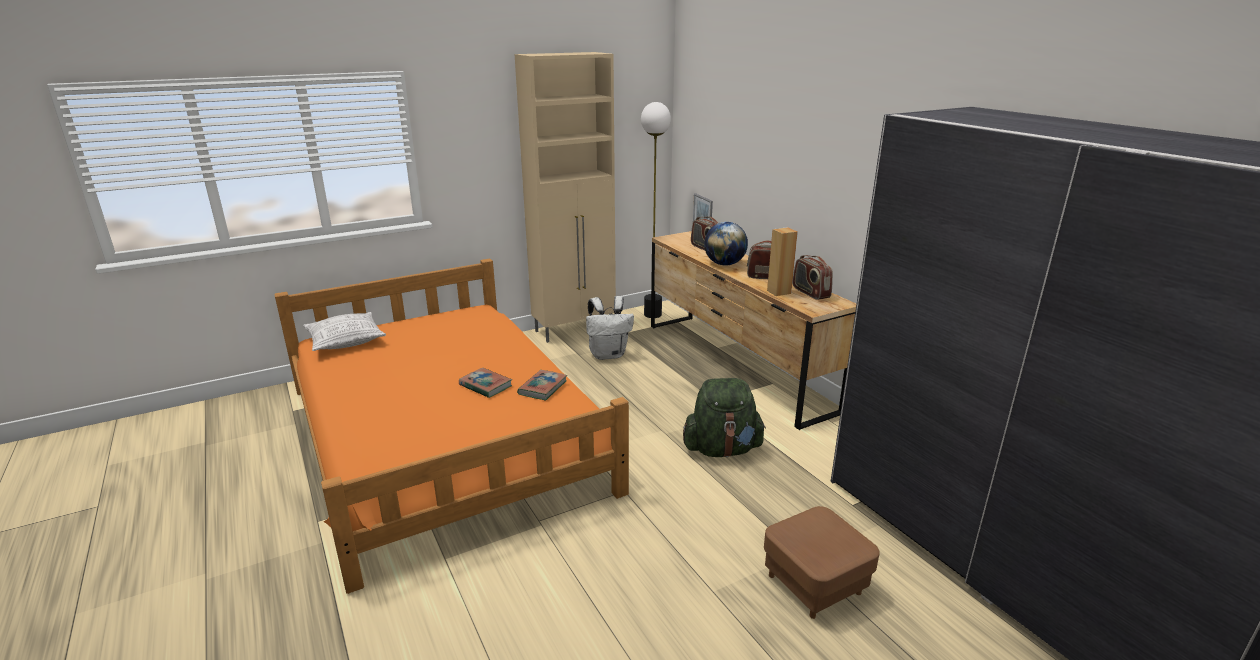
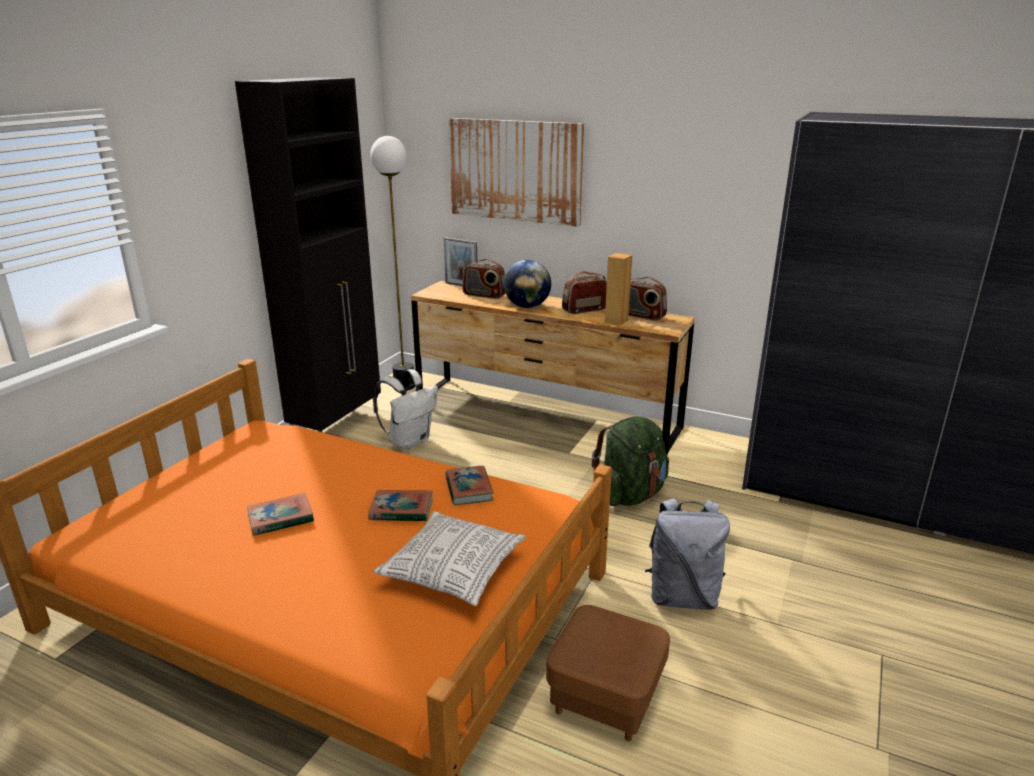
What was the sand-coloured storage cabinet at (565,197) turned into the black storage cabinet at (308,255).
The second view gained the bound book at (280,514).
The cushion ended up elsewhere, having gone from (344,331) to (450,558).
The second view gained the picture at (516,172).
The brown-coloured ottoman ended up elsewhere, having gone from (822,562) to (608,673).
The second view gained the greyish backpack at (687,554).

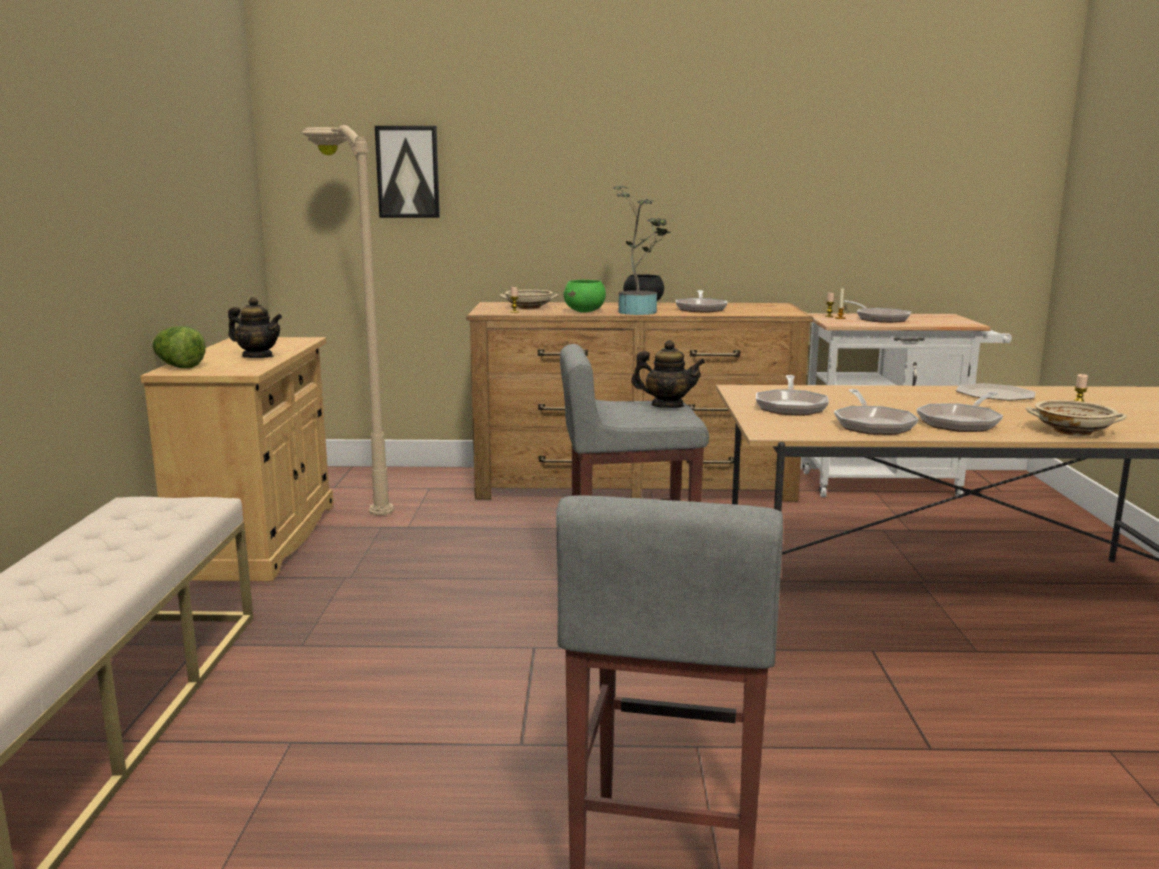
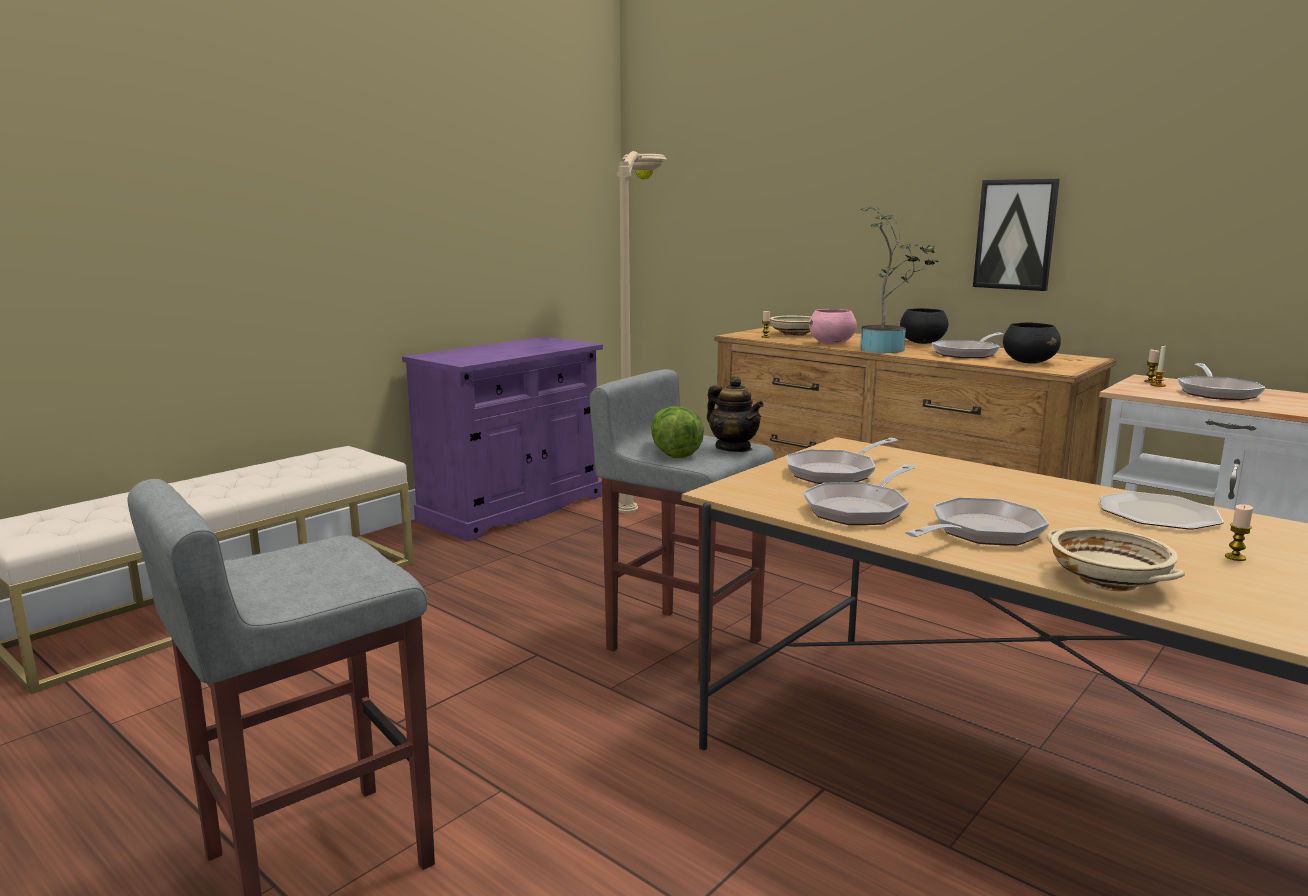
What was the sand-coloured storage cabinet at (237,459) turned into the purple storage cabinet at (502,438).
The lettuce head ended up elsewhere, having gone from (179,347) to (677,432).
What was the greenish deep dish at (585,296) turned into the pink deep dish at (833,326).
The frying pan at (960,412) ended up facing another way, 150 degrees clockwise from before.
The picture ended up elsewhere, having gone from (407,172) to (1016,235).
The second view gained the black deep dish at (1032,343).
The second view lost the tea pot at (255,327).

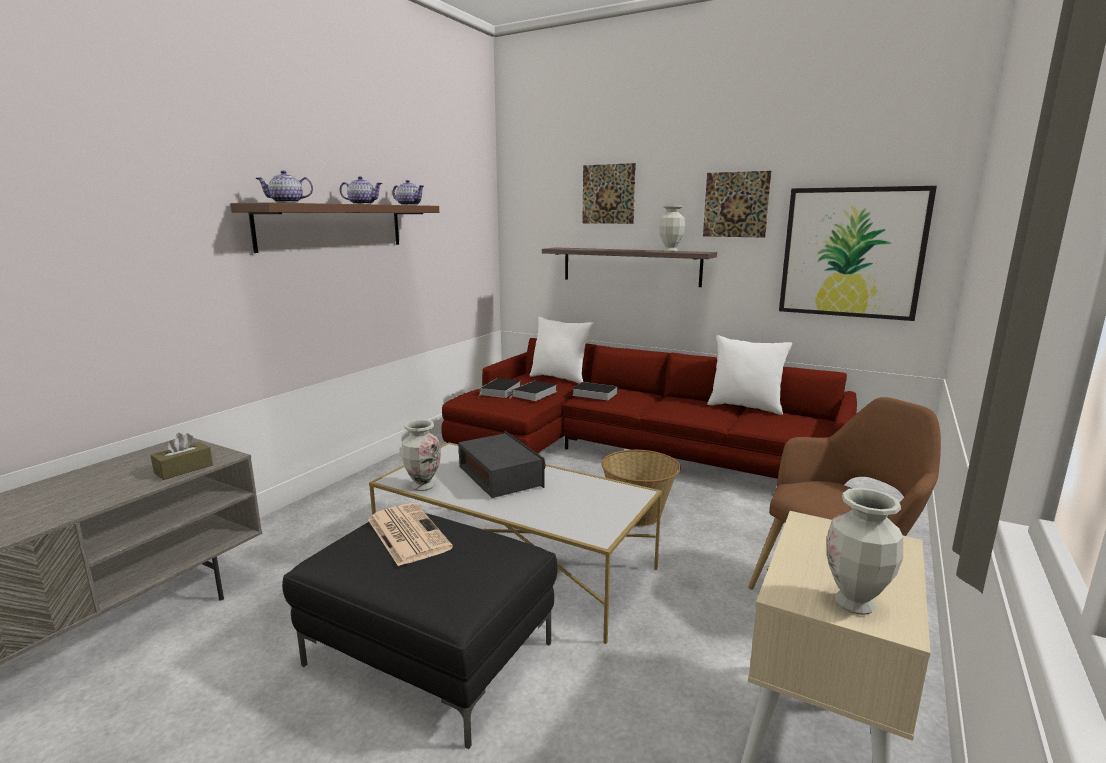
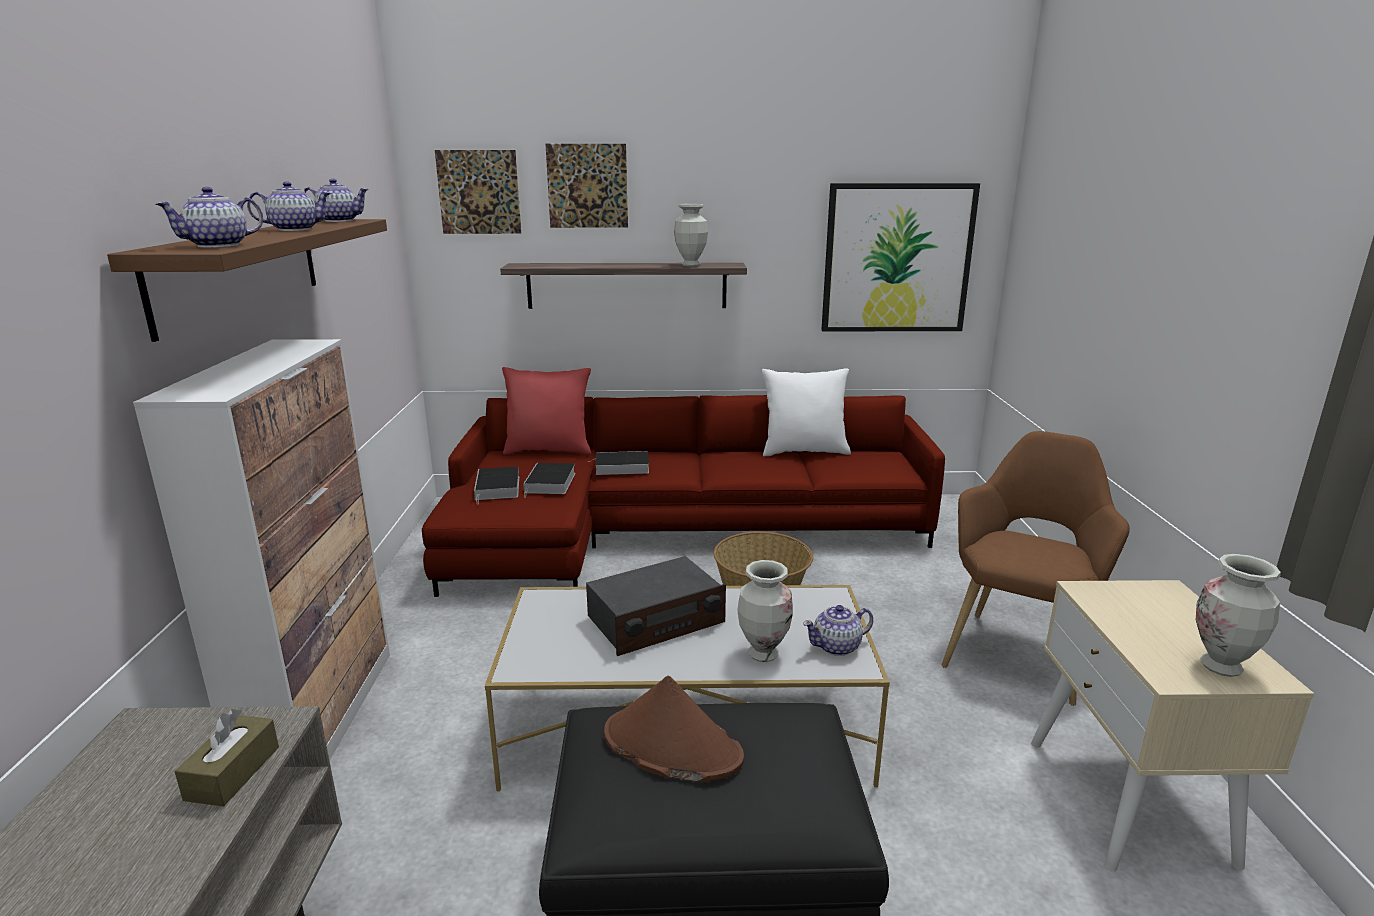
The second view gained the storage cabinet at (261,550).
The picture ended up elsewhere, having gone from (737,204) to (478,192).
What was the white-coloured cushion at (561,350) turned into the reddish cushion at (546,411).
The radio at (502,464) ended up facing another way, 120 degrees clockwise from before.
Where the newspaper stood at (410,535), the brown-coloured hat came to stand at (674,729).
The flower vase ended up elsewhere, having gone from (421,455) to (765,611).
The second view gained the tea pot at (838,630).

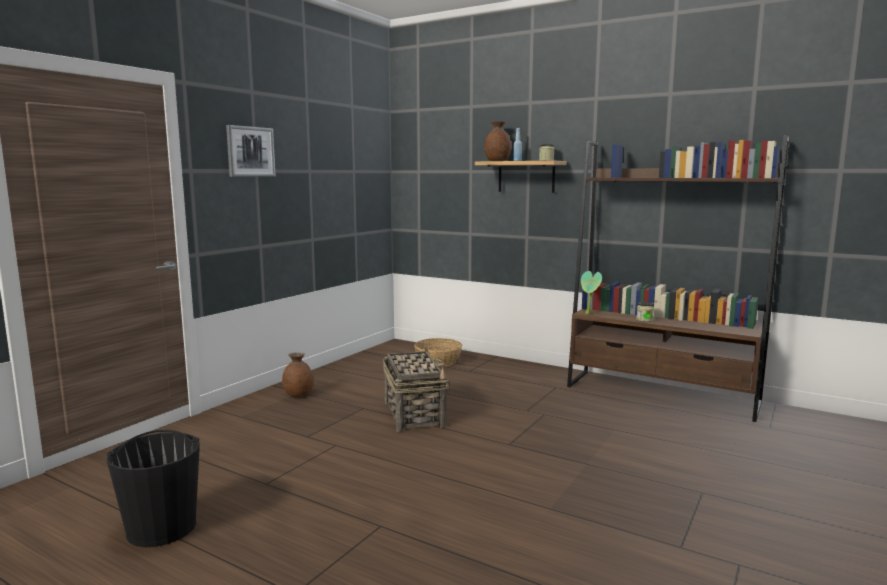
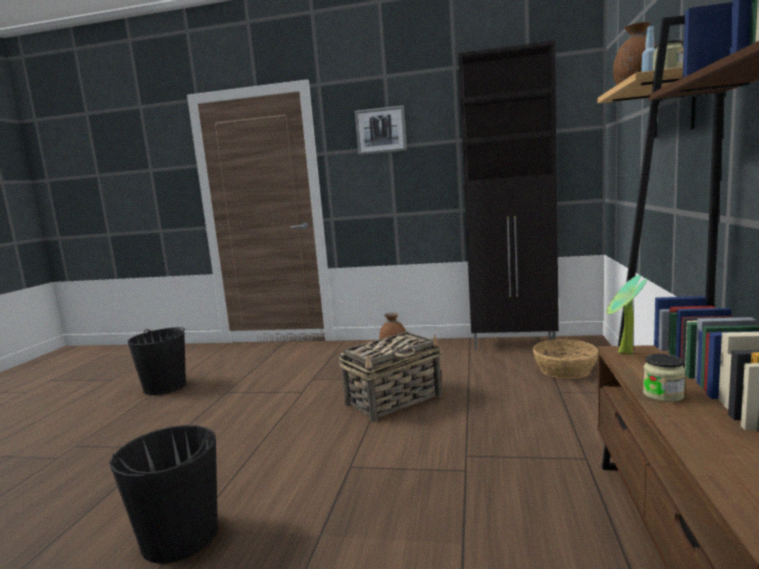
The second view gained the black bucket at (163,494).
The second view gained the black storage cabinet at (508,195).

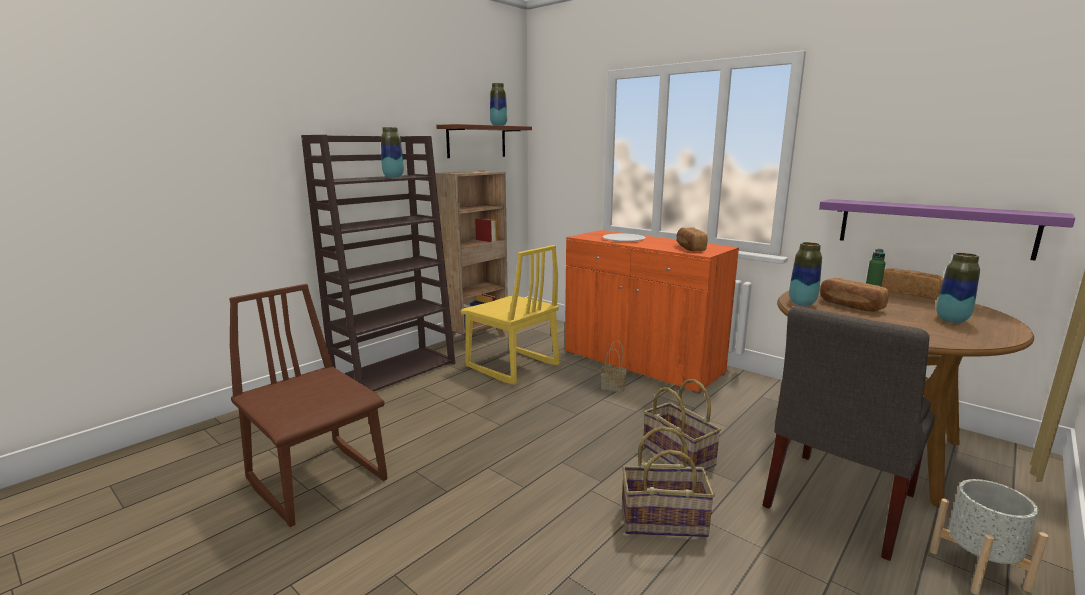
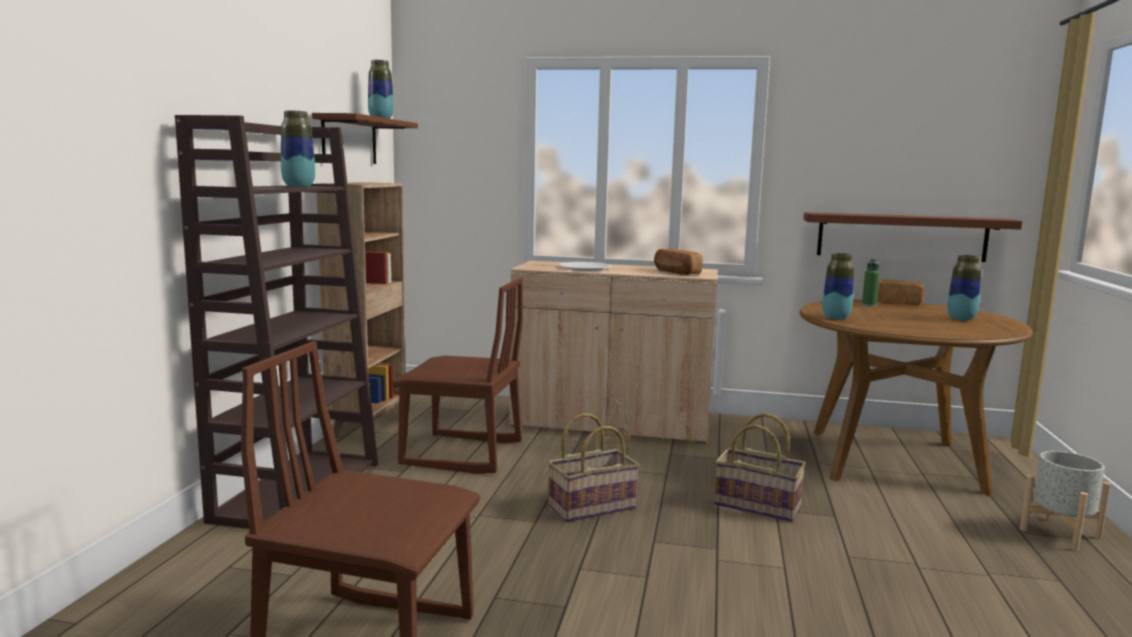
What was the yellow-coloured plain chair at (510,314) turned into the brown-coloured plain chair at (457,376).
What was the orangey storage cabinet at (652,312) turned into the sand-coloured storage cabinet at (613,352).
The basket ended up elsewhere, having gone from (668,481) to (594,467).
What was the purple shelf at (947,230) turned into the brown-coloured shelf at (912,237).
The second view lost the greyish plain chair at (848,433).
The second view lost the baked bread at (854,295).

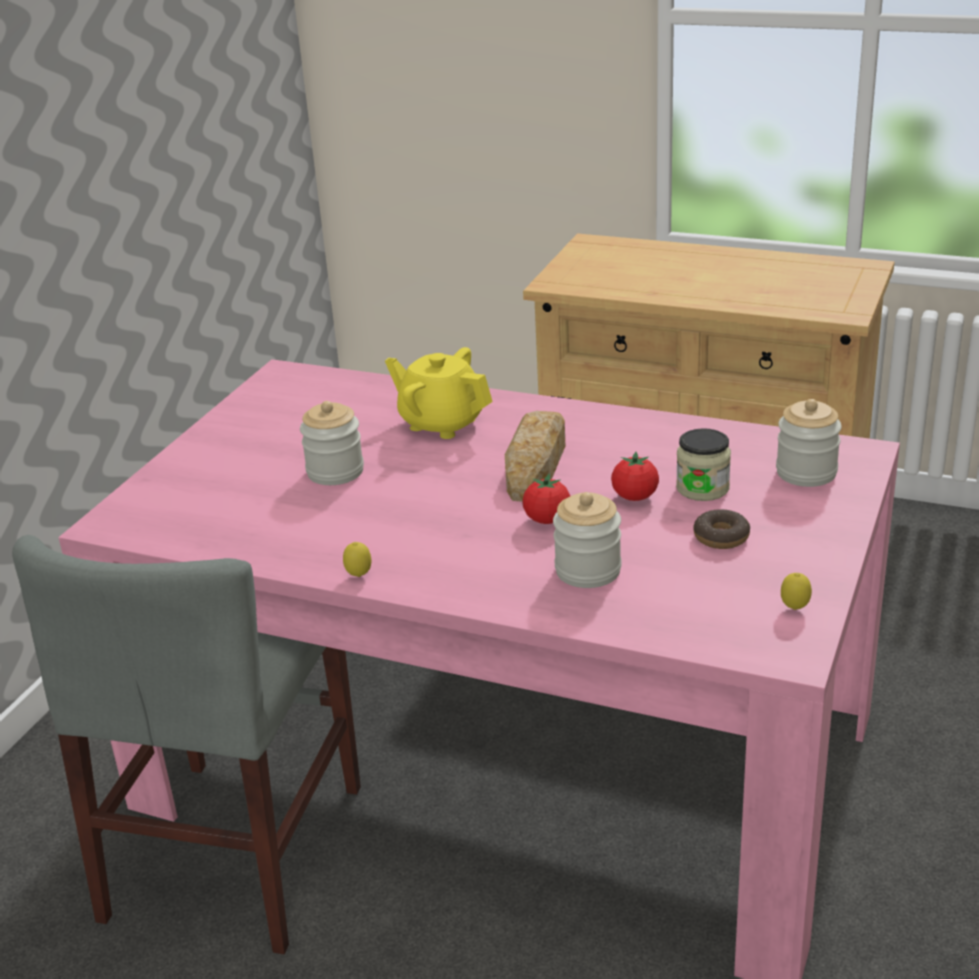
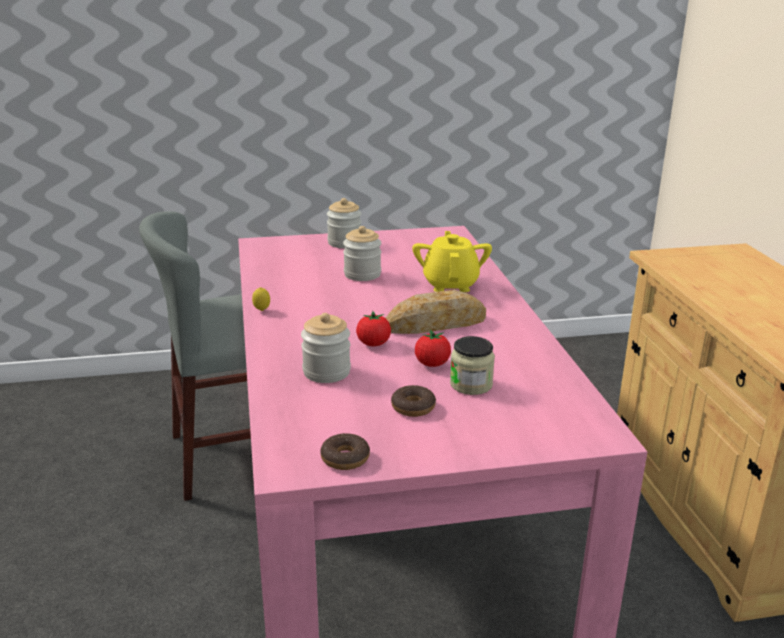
Where the lemon stood at (796,591), the doughnut came to stand at (345,451).
The jar ended up elsewhere, having gone from (809,443) to (344,223).

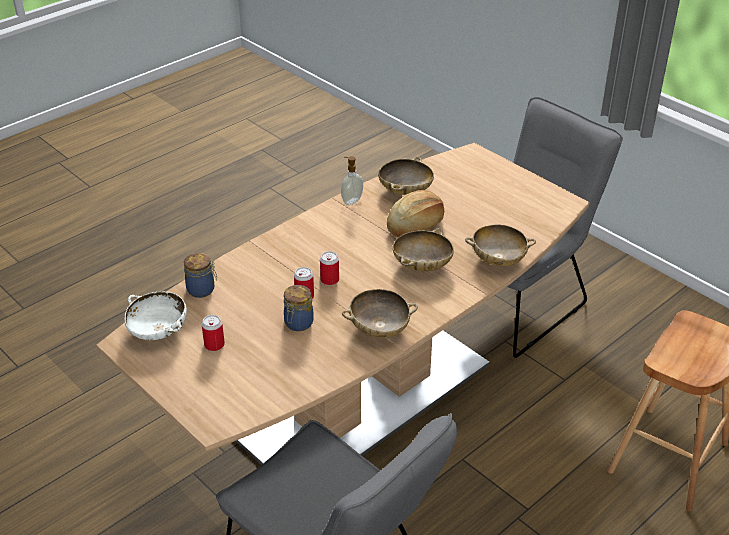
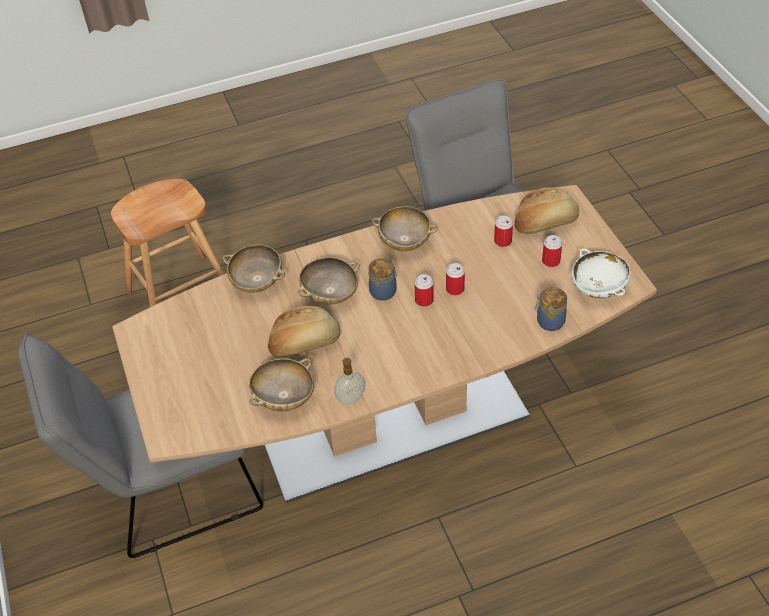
The jar ended up elsewhere, having gone from (299,308) to (383,279).
The second view gained the can at (503,231).
The second view gained the baked bread at (546,210).

